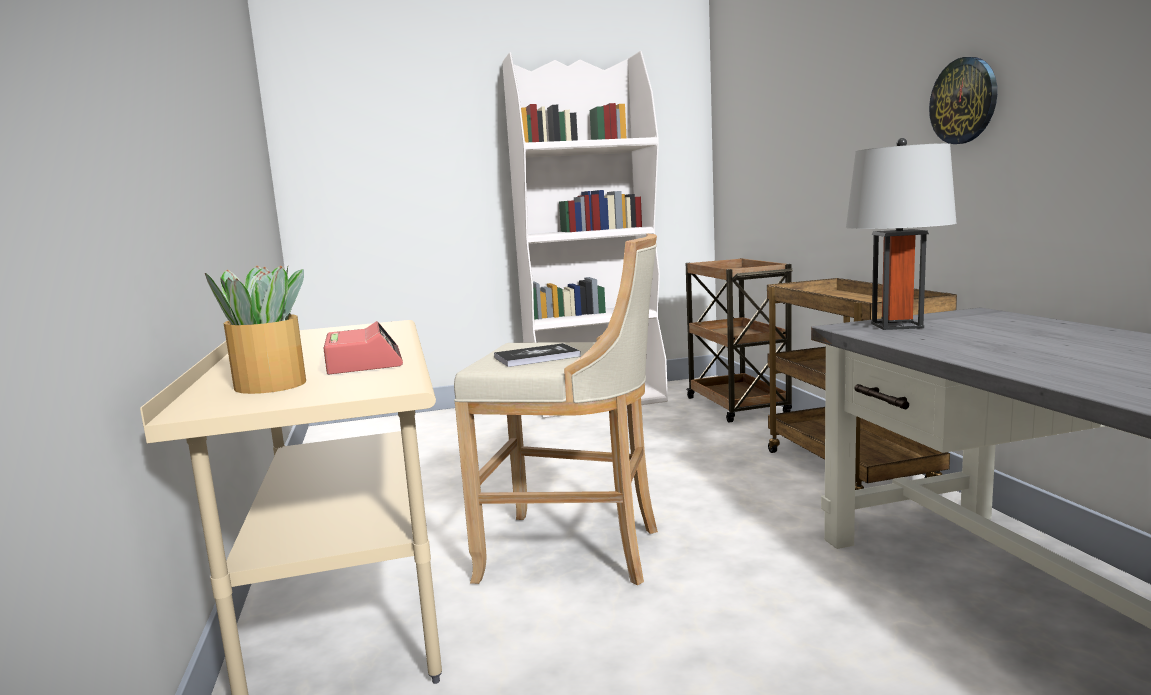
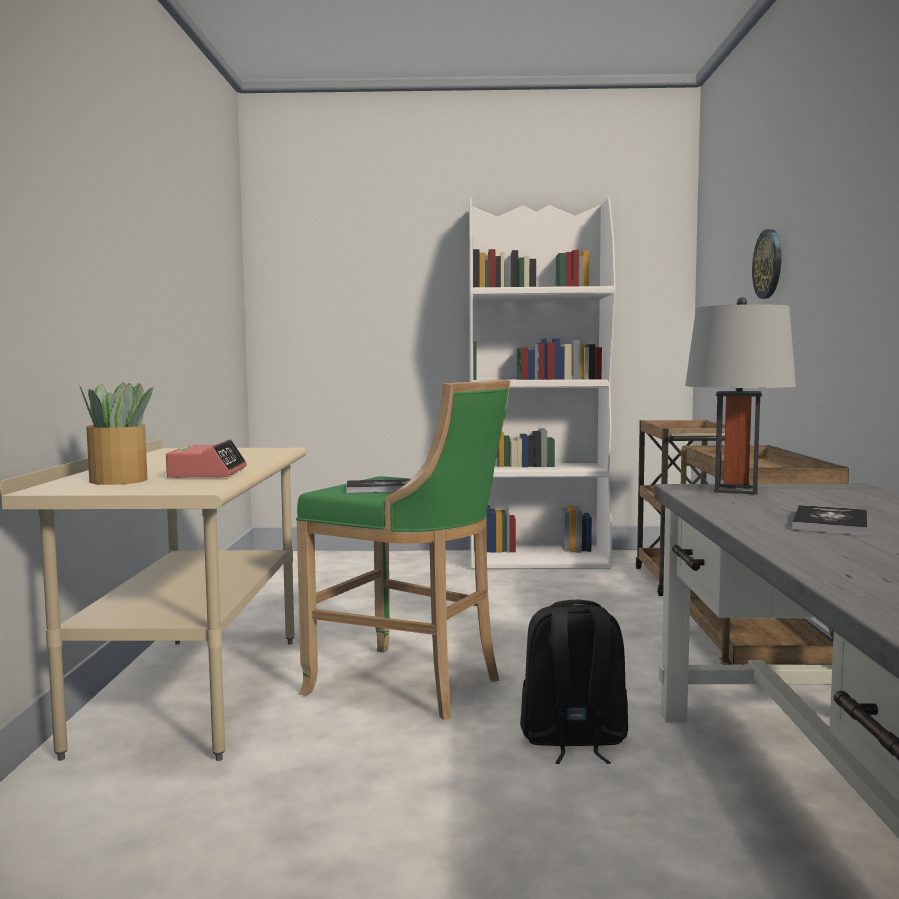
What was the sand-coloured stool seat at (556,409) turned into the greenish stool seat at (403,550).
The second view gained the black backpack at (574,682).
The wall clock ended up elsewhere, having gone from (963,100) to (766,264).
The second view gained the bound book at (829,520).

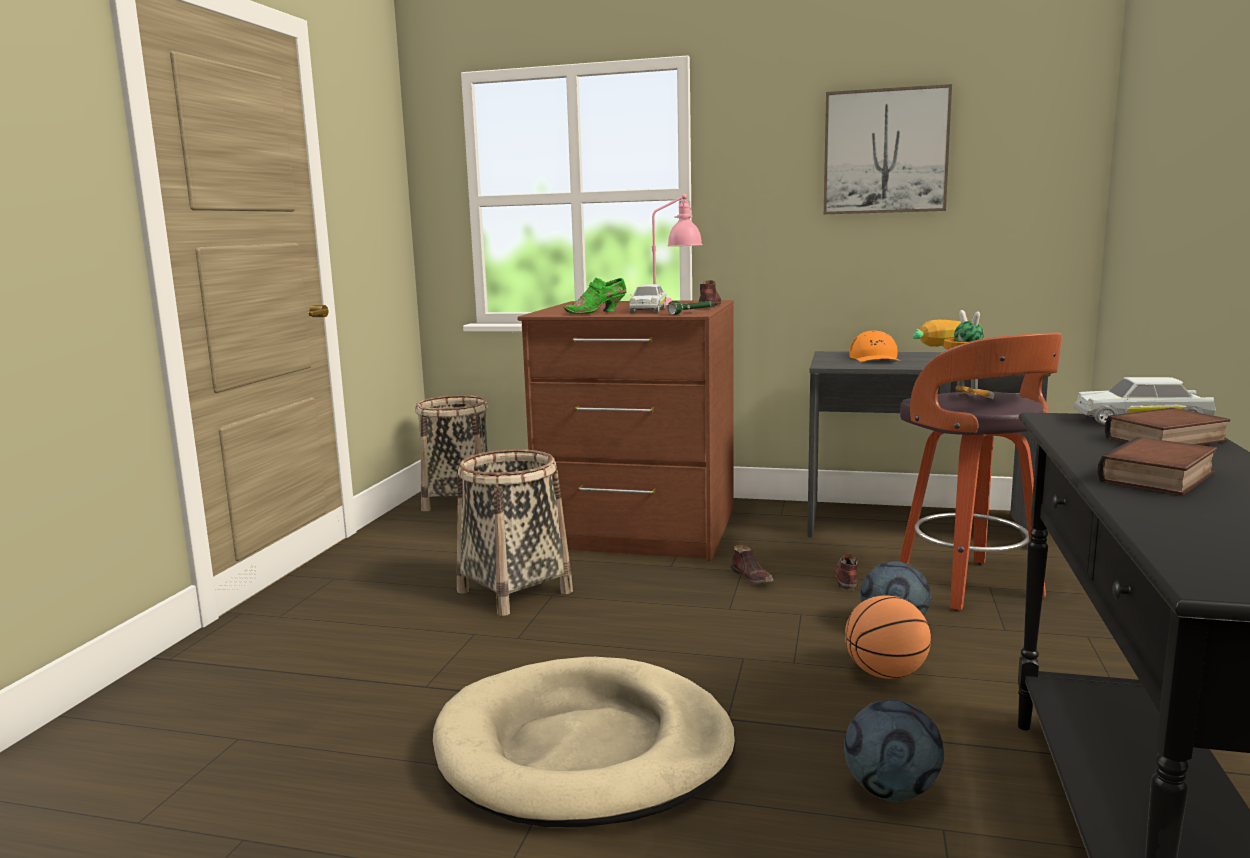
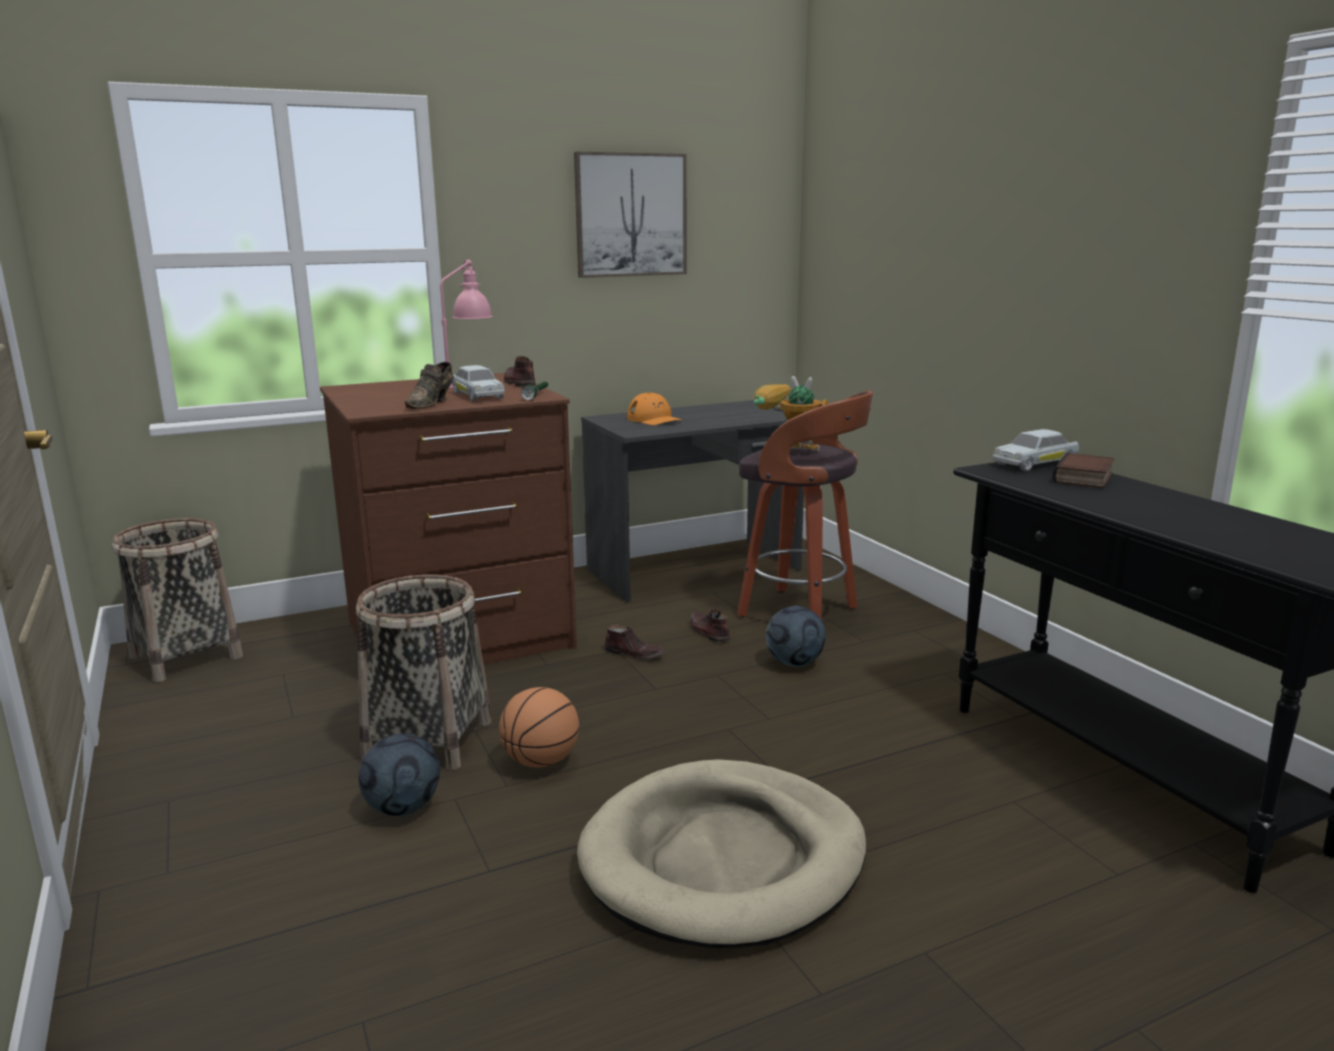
The football ended up elsewhere, having gone from (894,751) to (399,775).
What was the greenish item of footwear at (594,296) turned into the brown-coloured item of footwear at (429,385).
The basketball ball ended up elsewhere, having gone from (888,637) to (539,727).
The second view lost the bound book at (1157,466).

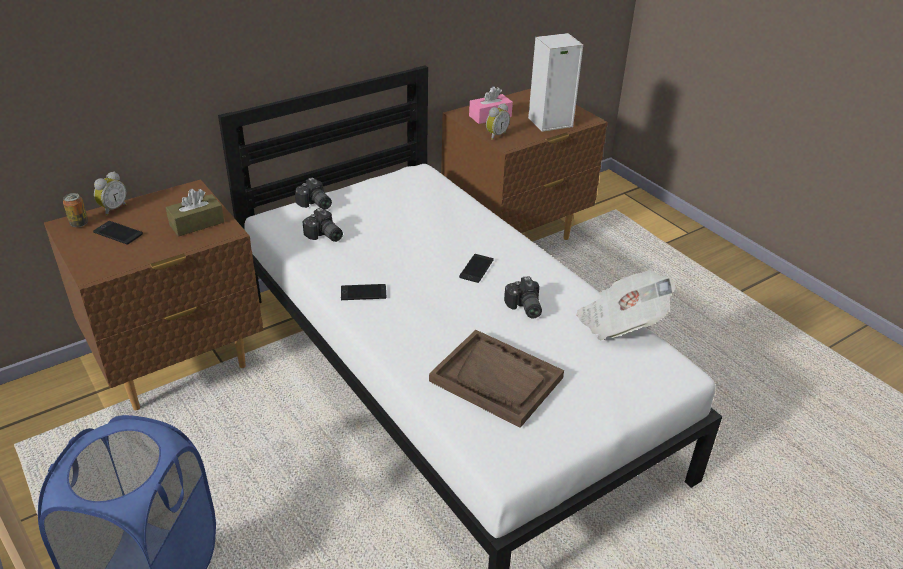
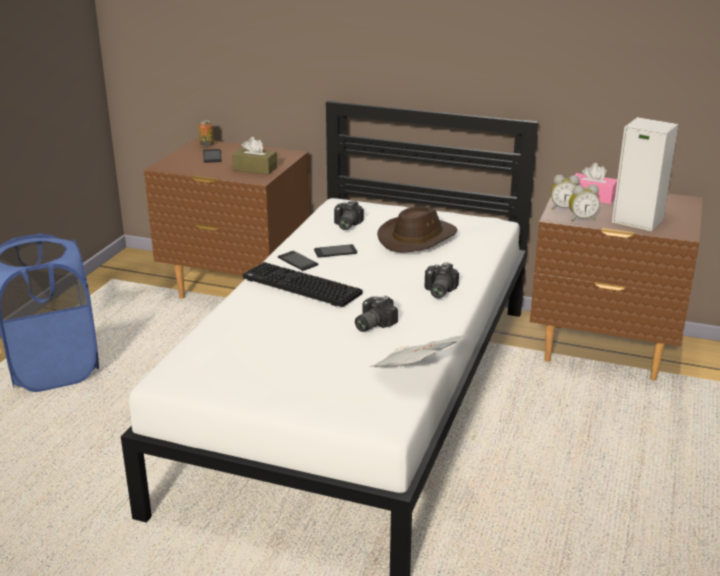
The second view gained the keyboard at (302,284).
The phone ended up elsewhere, having gone from (476,268) to (335,251).
The second view gained the brown-coloured hat at (417,230).
The still camera ended up elsewhere, having gone from (313,193) to (442,280).
The table clock ended up elsewhere, having gone from (110,193) to (584,203).
The second view lost the brown-coloured carrying tray at (496,379).

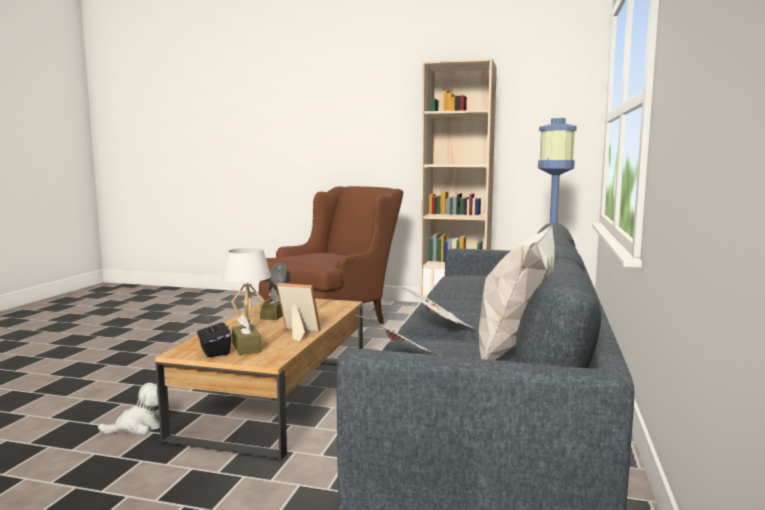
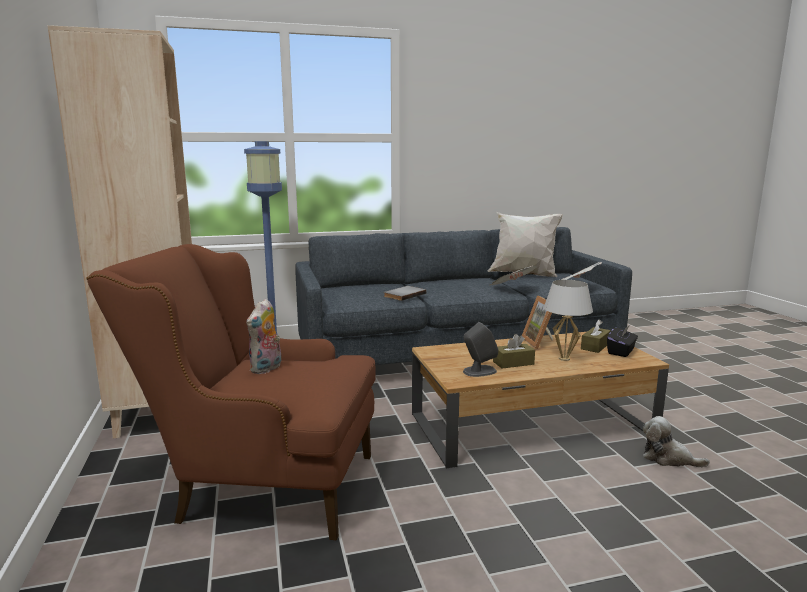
The second view gained the cuddly toy at (264,336).
The second view gained the greyish bound book at (405,293).

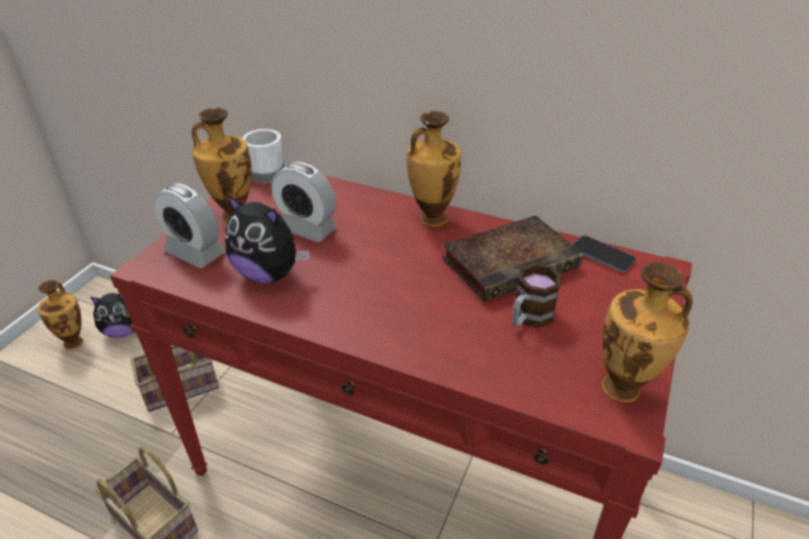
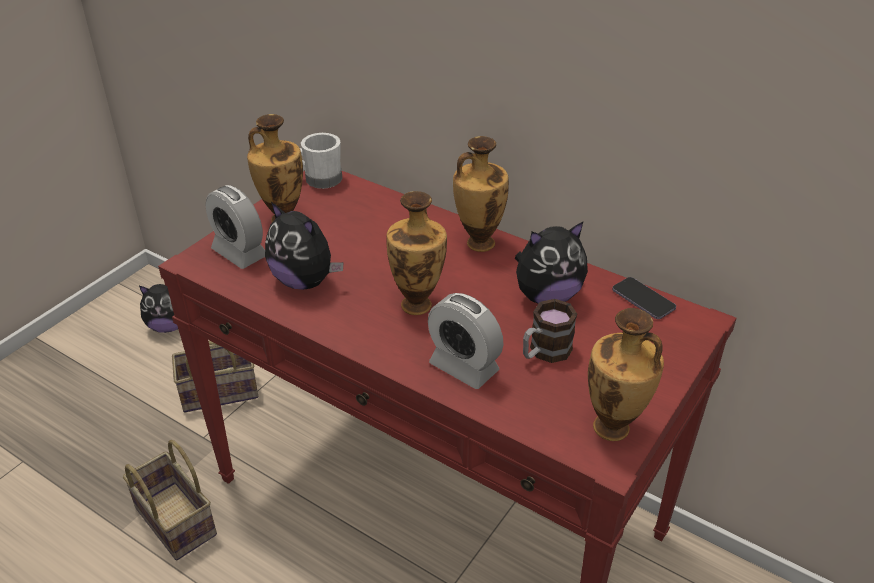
The flower vase ended up elsewhere, having gone from (60,315) to (416,253).
The table clock ended up elsewhere, having gone from (304,202) to (466,341).
Where the bound book stood at (512,258), the cuddly toy came to stand at (551,263).

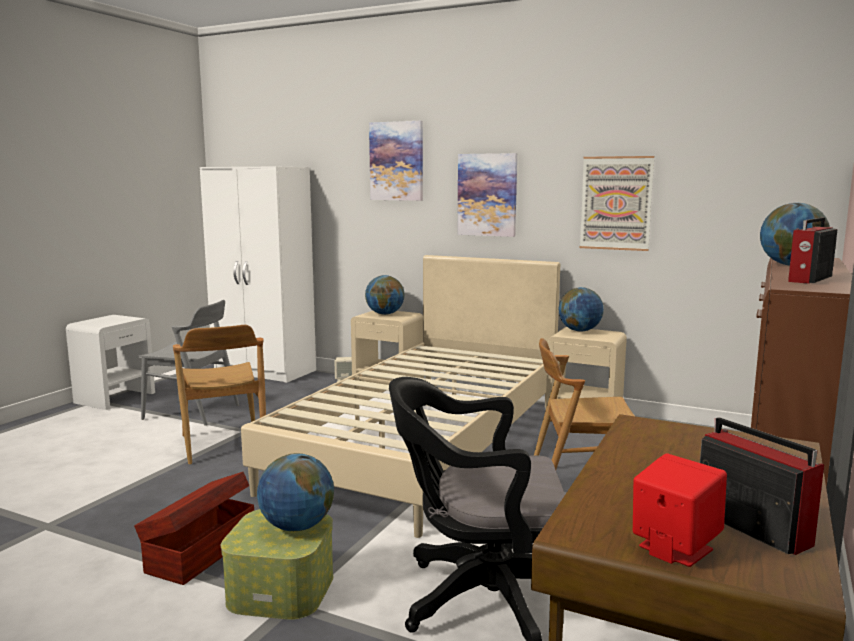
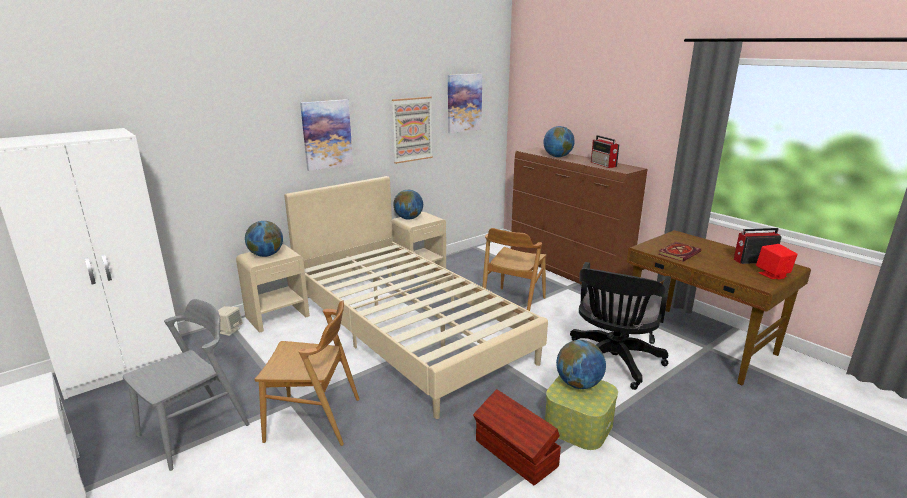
The picture ended up elsewhere, having gone from (396,161) to (465,103).
The second view gained the bound book at (679,252).

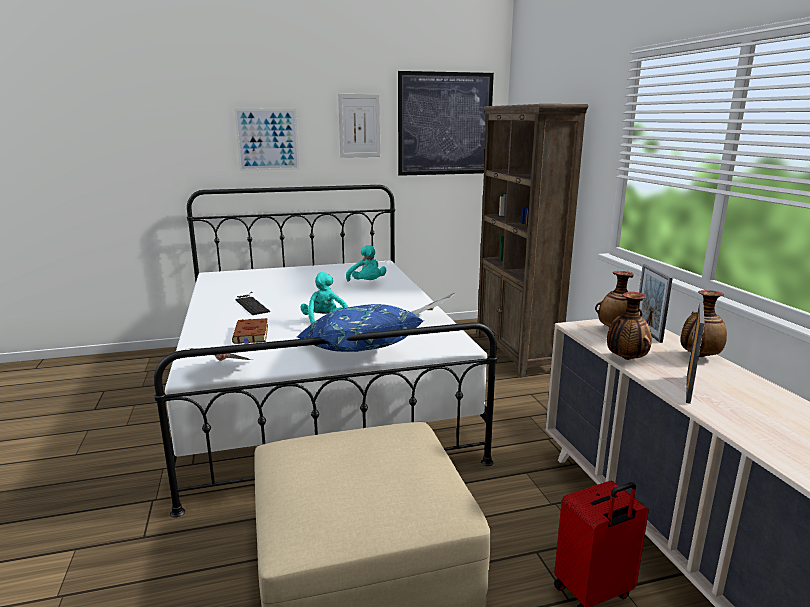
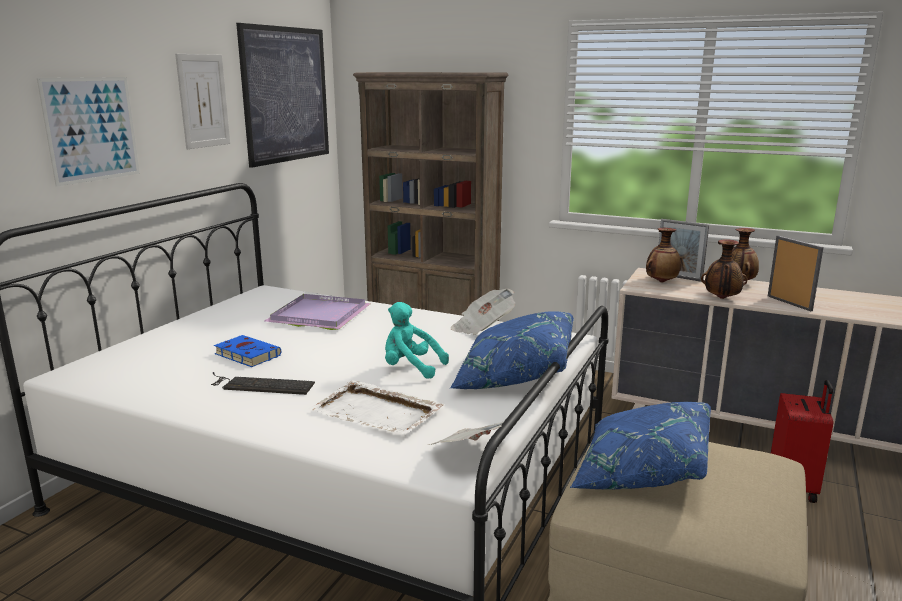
The second view gained the blue bound book at (247,351).
Where the turquoise-coloured cuddly toy stood at (366,263), the purple carrying tray came to stand at (318,312).
Where the brown-coloured bound book stood at (250,331), the white-coloured carrying tray came to stand at (376,407).
The second view gained the blue cushion at (640,446).

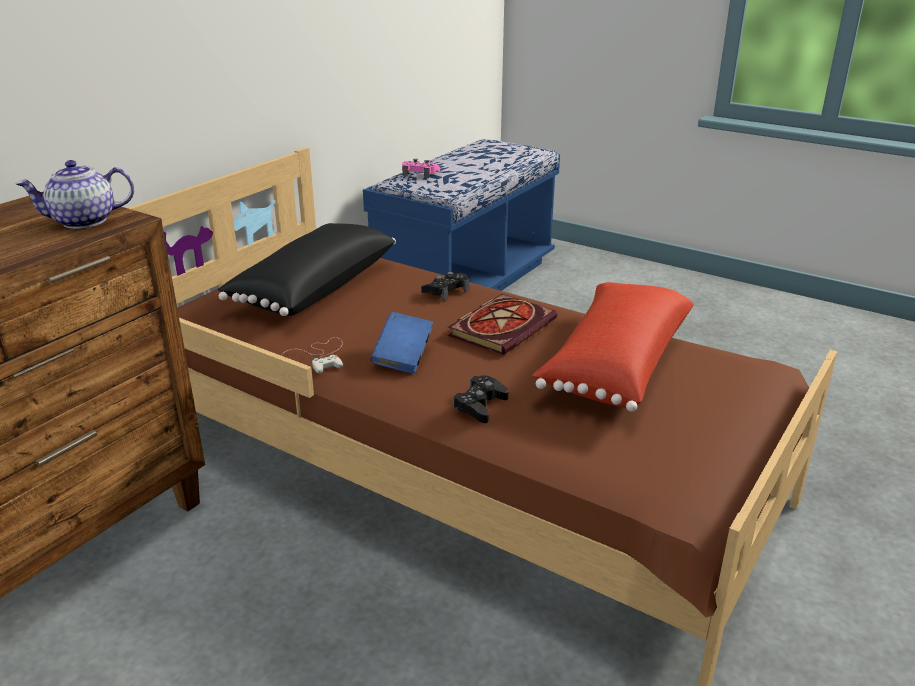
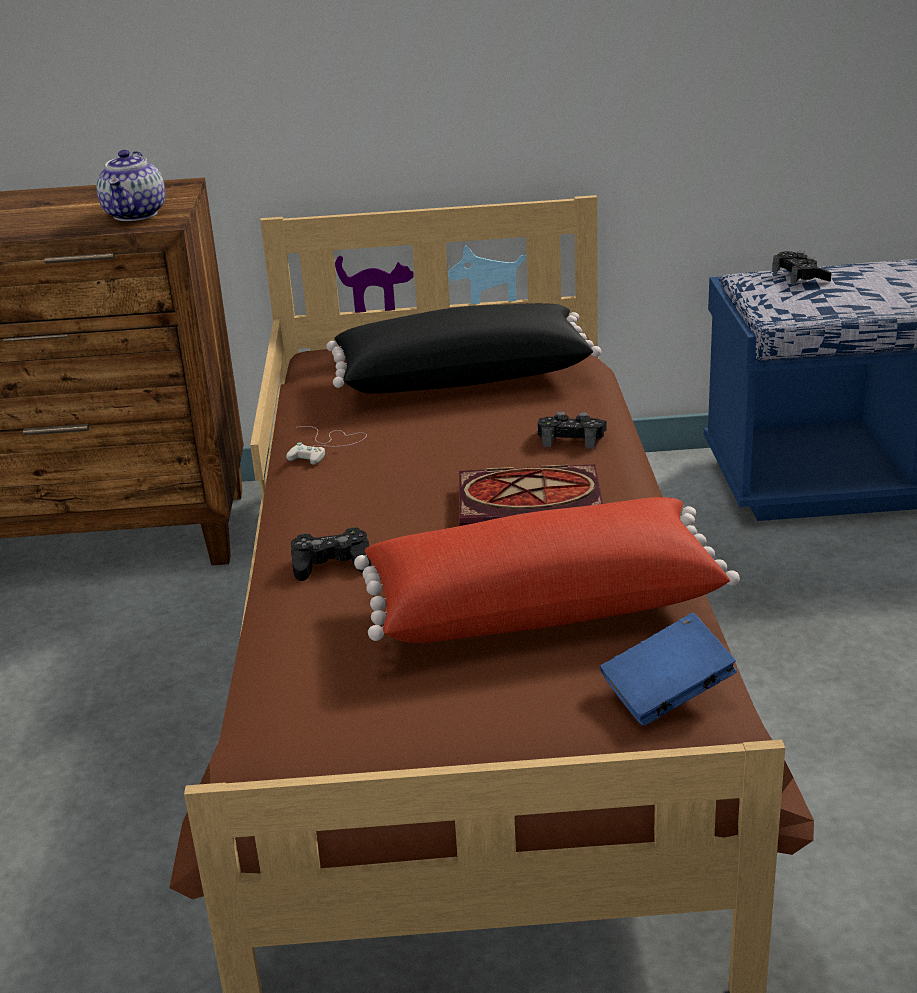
The tea pot at (74,194) ended up facing another way, 120 degrees counterclockwise from before.
The blue bound book ended up elsewhere, having gone from (401,342) to (668,669).
What was the pink gamepad at (421,168) turned into the black gamepad at (801,268).

